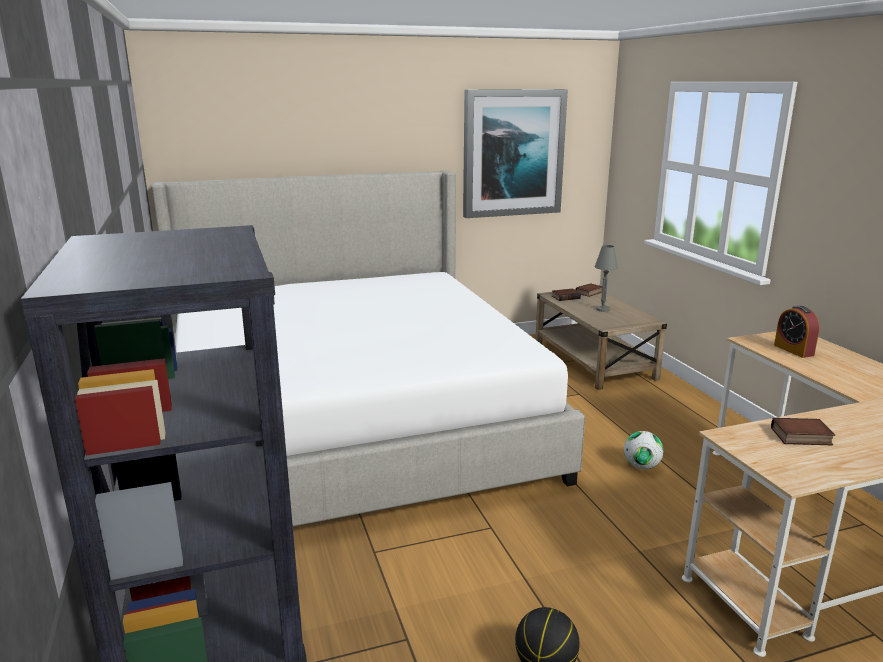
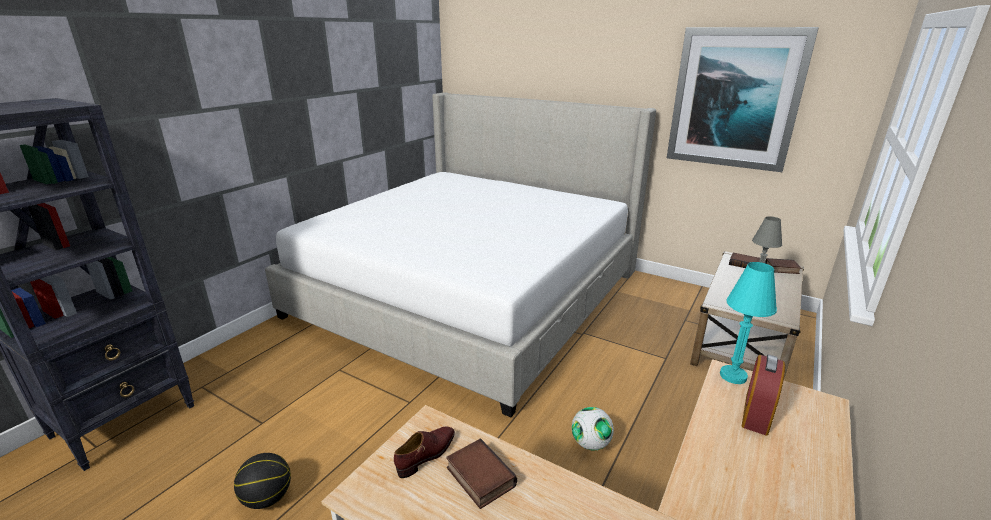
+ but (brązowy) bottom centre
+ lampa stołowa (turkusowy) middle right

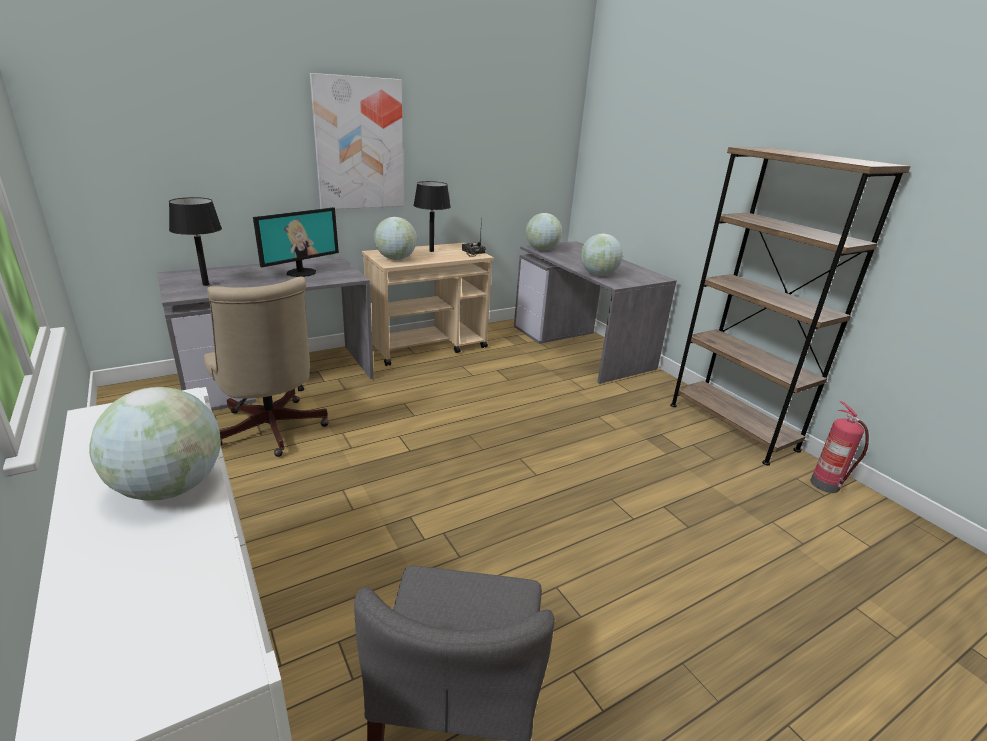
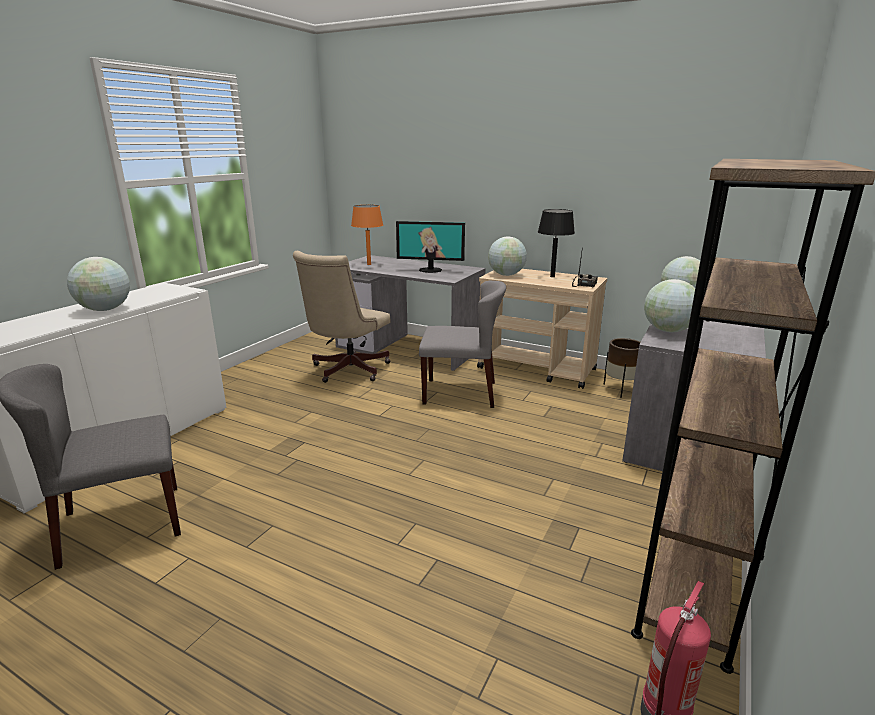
~ lampa stołowa (czarny) (no. 1 from left) top left to lampa stołowa (pomarańczowy) top centre
+ krzesło (szary) (no. 2 from left) centre
+ donica (brązowy) middle right
- obraz top centre

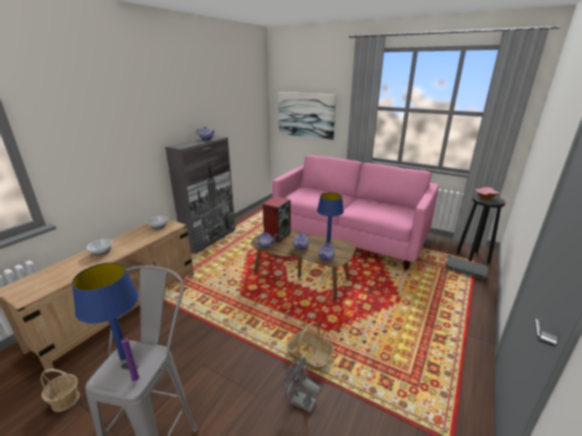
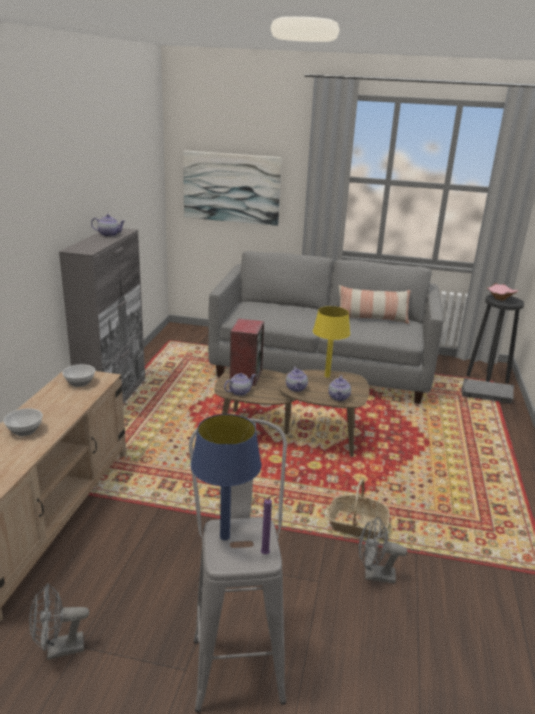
~ koszyk (no. 1 from left) bottom left to wentylator (szary) (no. 1 from left) bottom left
~ kanapa (różowy) centre to kanapa (szary) centre
~ lampa stołowa (niebieski) (no. 2 from left) centre to lampa stołowa (żółty) centre
+ poduszka middle right

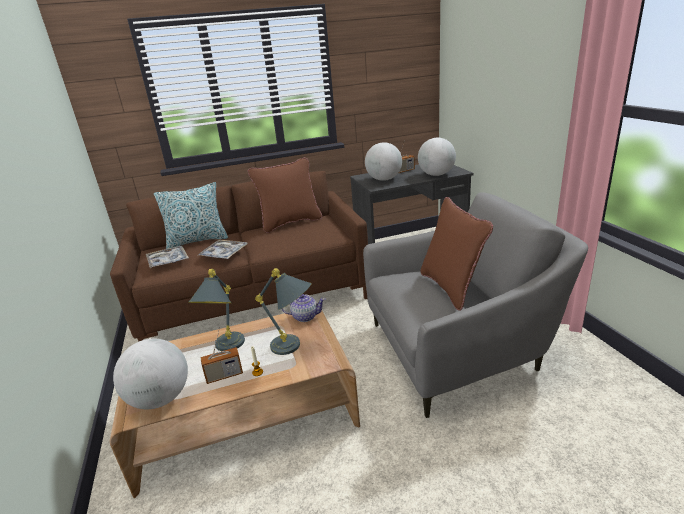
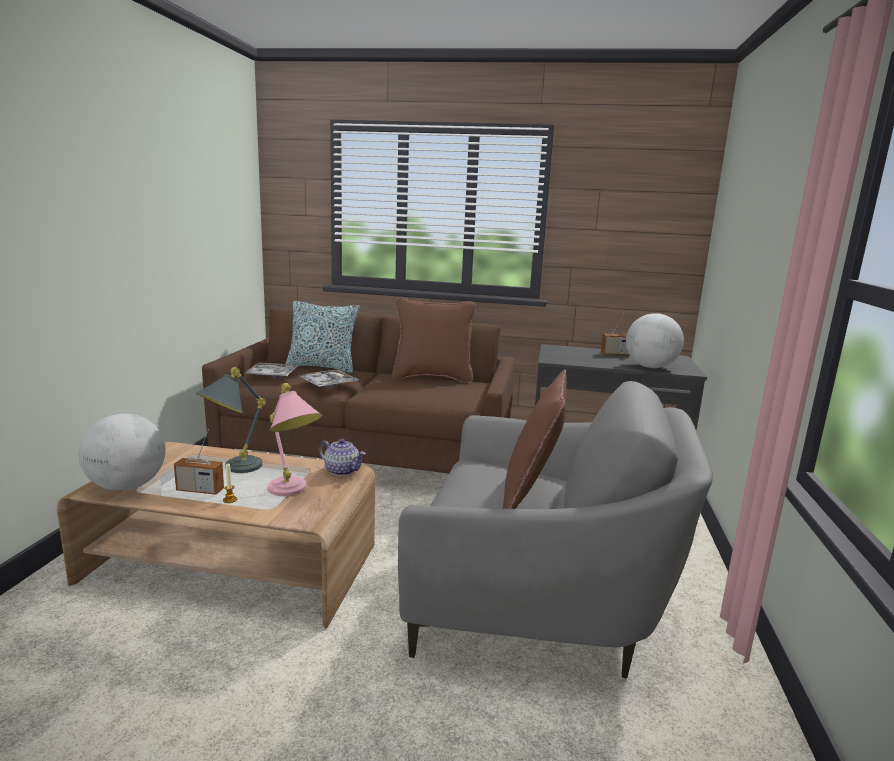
~ lampa stołowa (szary) (no. 2 from left) centre to lampa stołowa (różowy) middle left
- globus (no. 2 from left) top centre

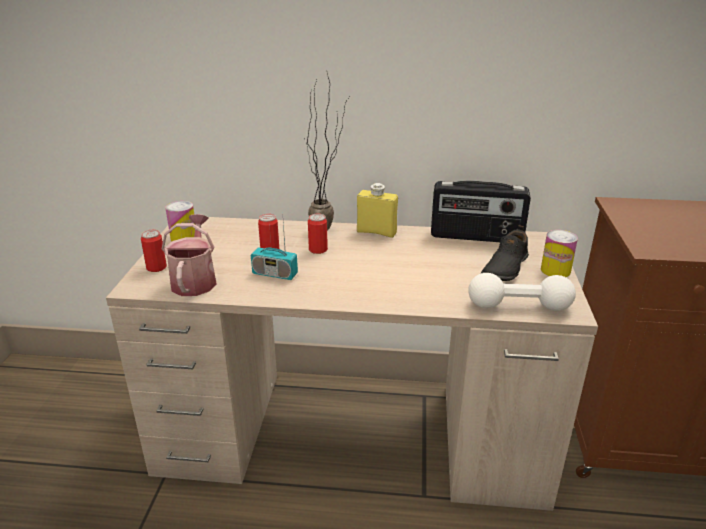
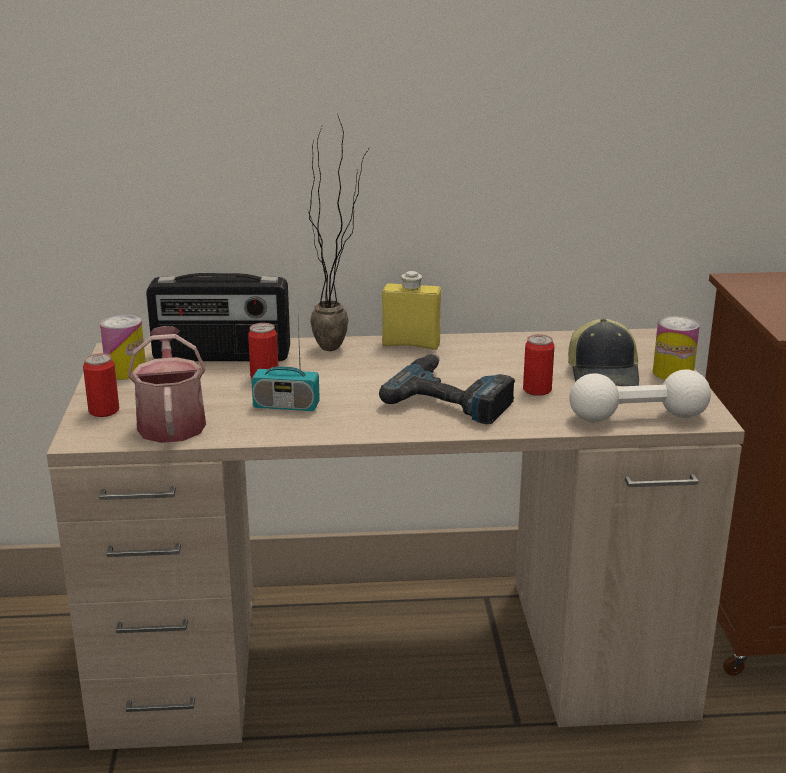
~ radio (no. 2 from left in the first image) middle right to radio (no. 1 from left) middle left
+ wiertarka centre
~ puszka (no. 4 from left) centre to middle right
~ but (czarny) middle right to czapka z daszkiem middle right

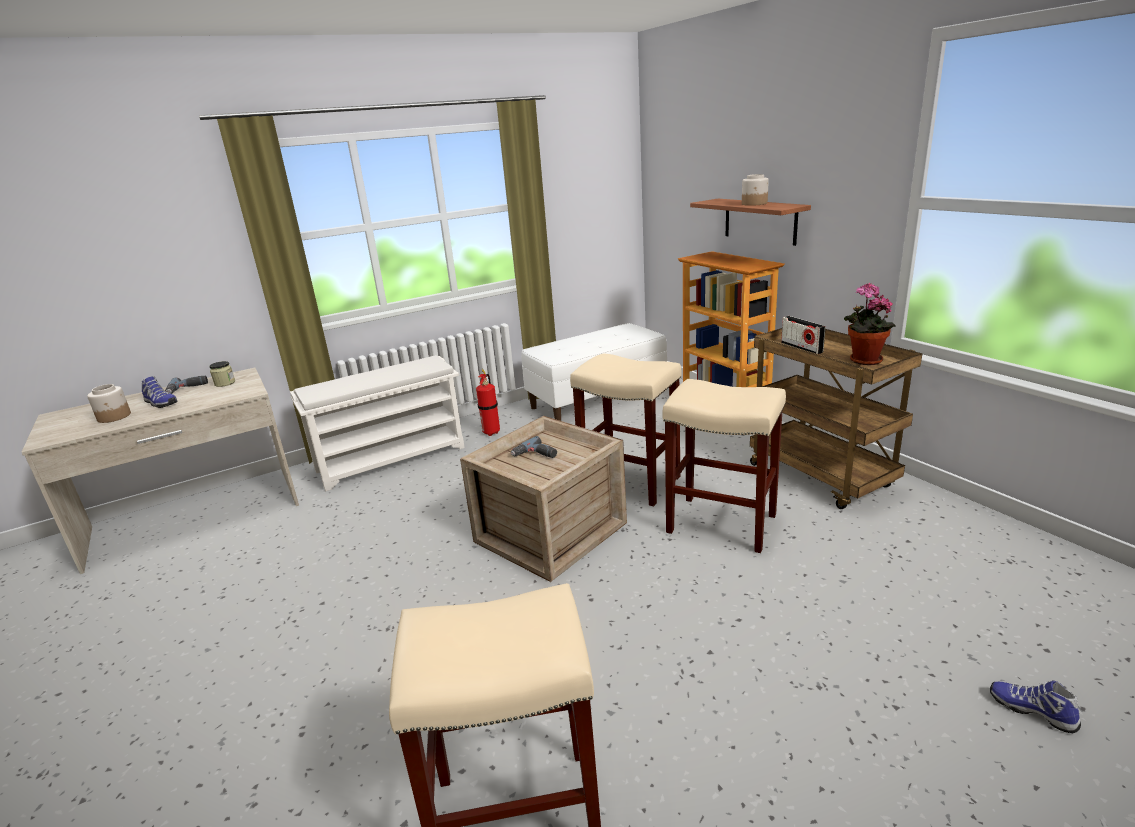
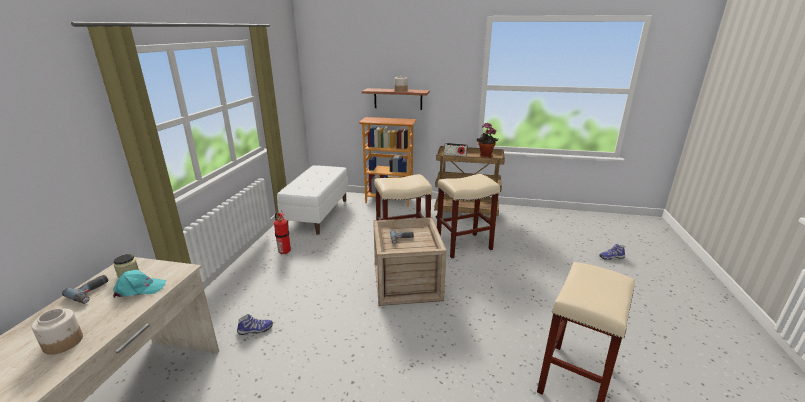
+ czapka z daszkiem (turkusowy) bottom left
~ but (no. 1 from left) middle left to bottom left
- regał na buty (biały) middle left

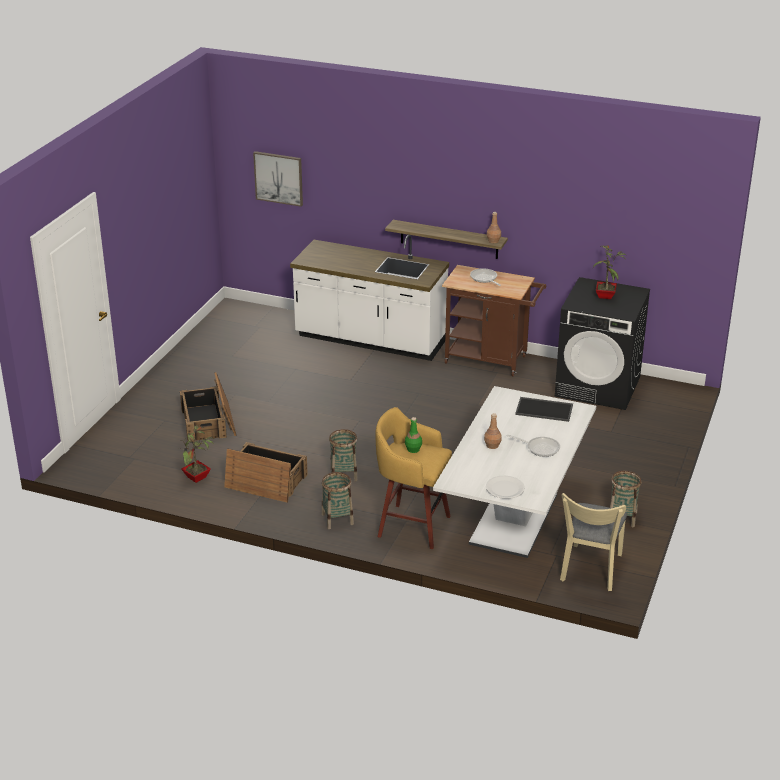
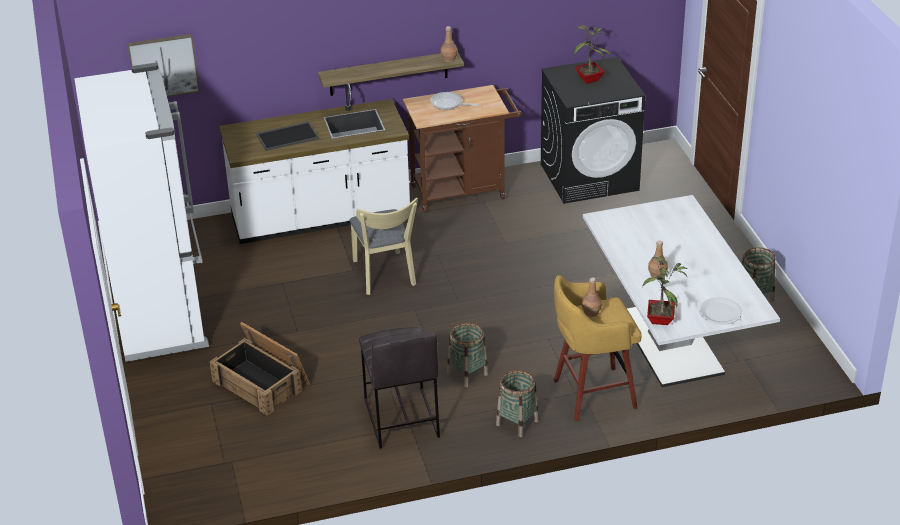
+ lodówka (biały) middle left
~ taca middle right to top left
~ krzesło (beżowy) bottom right to centre
~ skrzynka (no. 2 from left) centre to stołek (szary) bottom centre
~ butelka (zielony) centre to butelka (brązowy) (no. 2 from left) centre
~ roślina doniczkowa (no. 1 from left in the first image) middle left to roślina doniczkowa (no. 2 from left) middle right
- patelnia (no. 2 from left) middle right

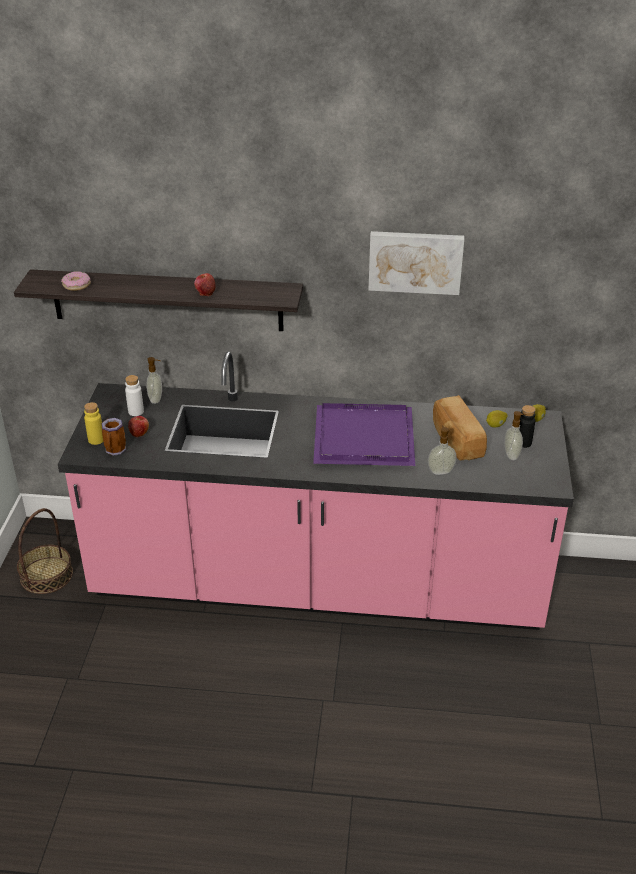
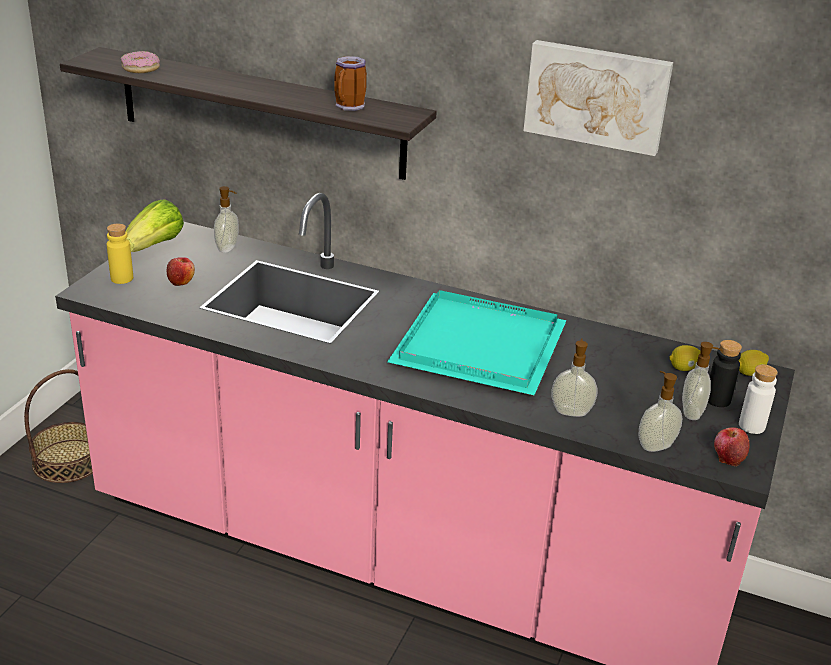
+ sałata middle left
~ kubek middle left to top centre
~ taca (fioletowy) centre to taca (turkusowy) centre
+ dozownik mydła (no. 3 from left) middle right
~ jabłko (no. 2 from left) top left to bottom right
~ butelka (biały) middle left to middle right
- chleb middle right

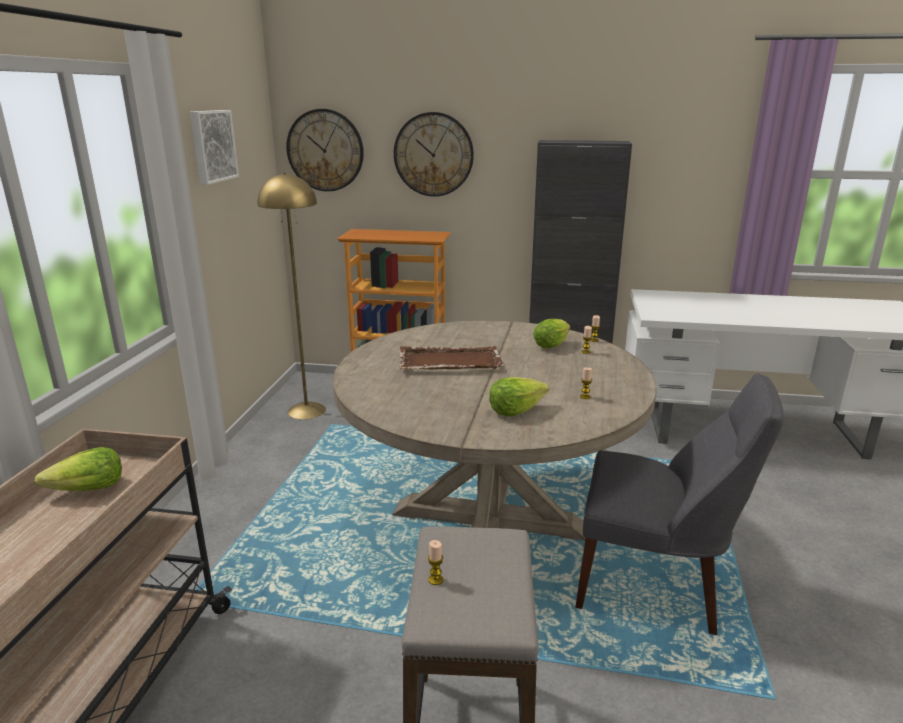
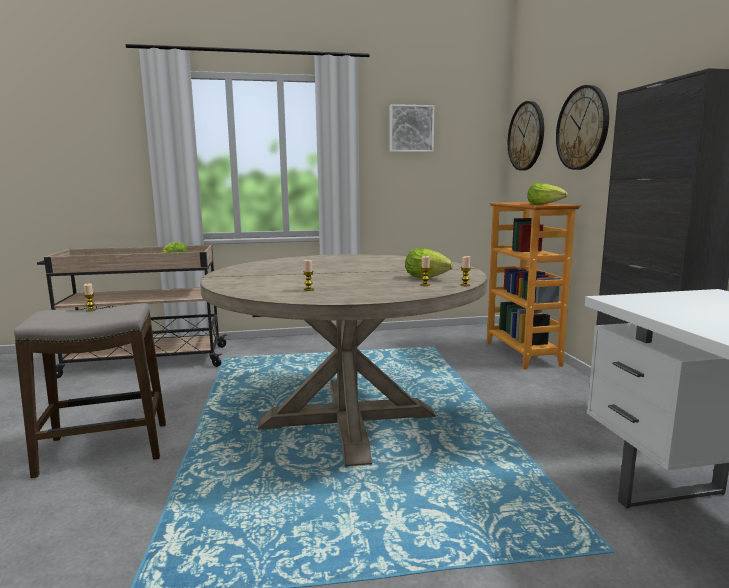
~ sałata (no. 2 from left in the first image) centre to sałata (no. 3 from left) top right
- lampa stojąca (żółty) middle left
- taca (brązowy) centre
- krzesło (szary) bottom right

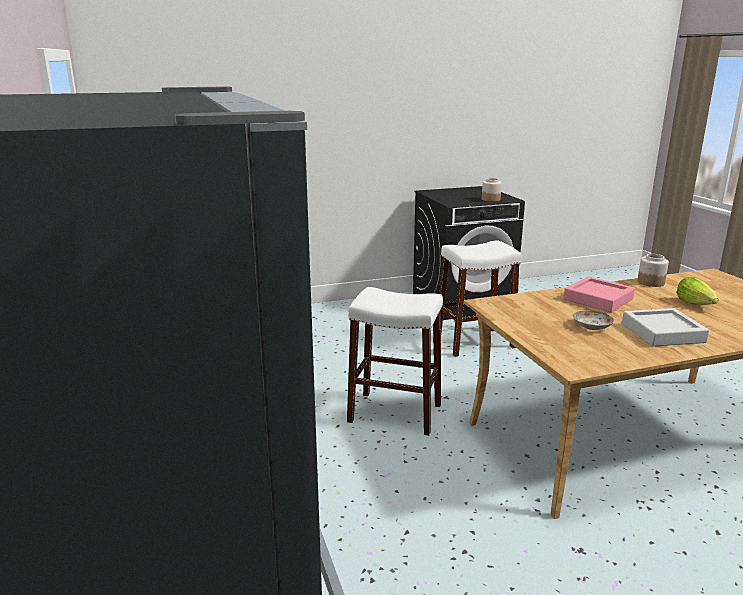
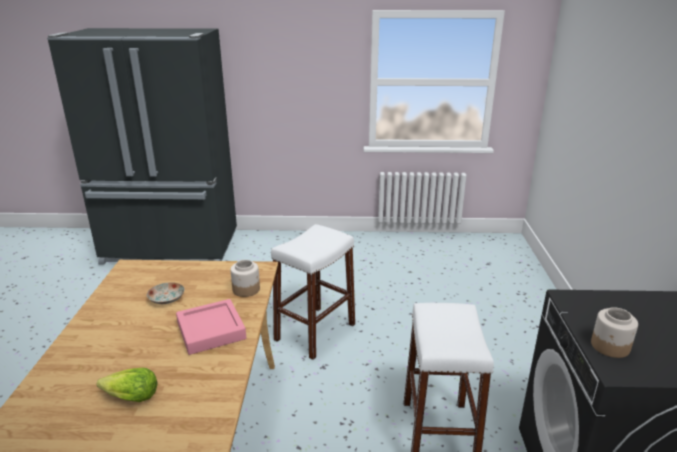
~ słoik (no. 2 from left in the first image) middle right to słoik (no. 1 from left) centre
- taca (szary) middle right

